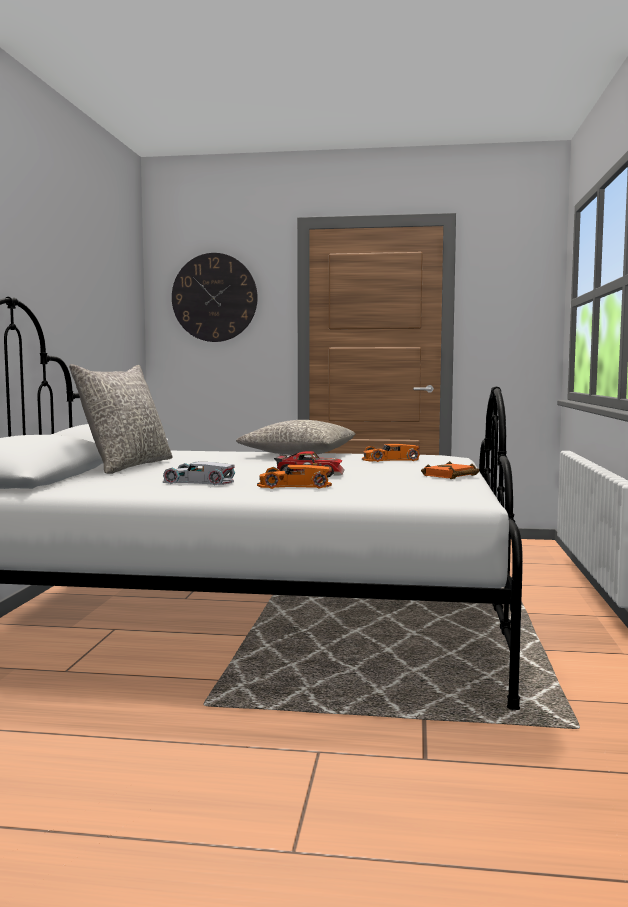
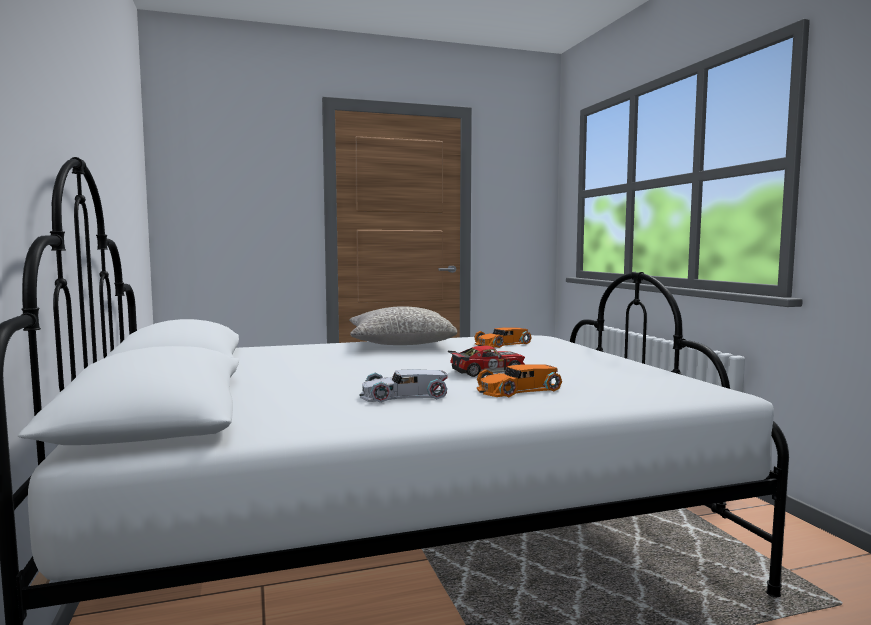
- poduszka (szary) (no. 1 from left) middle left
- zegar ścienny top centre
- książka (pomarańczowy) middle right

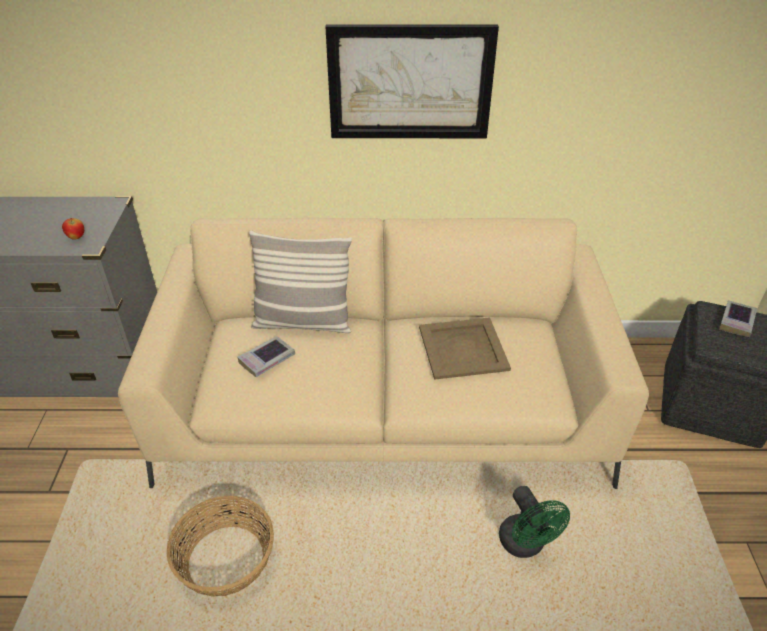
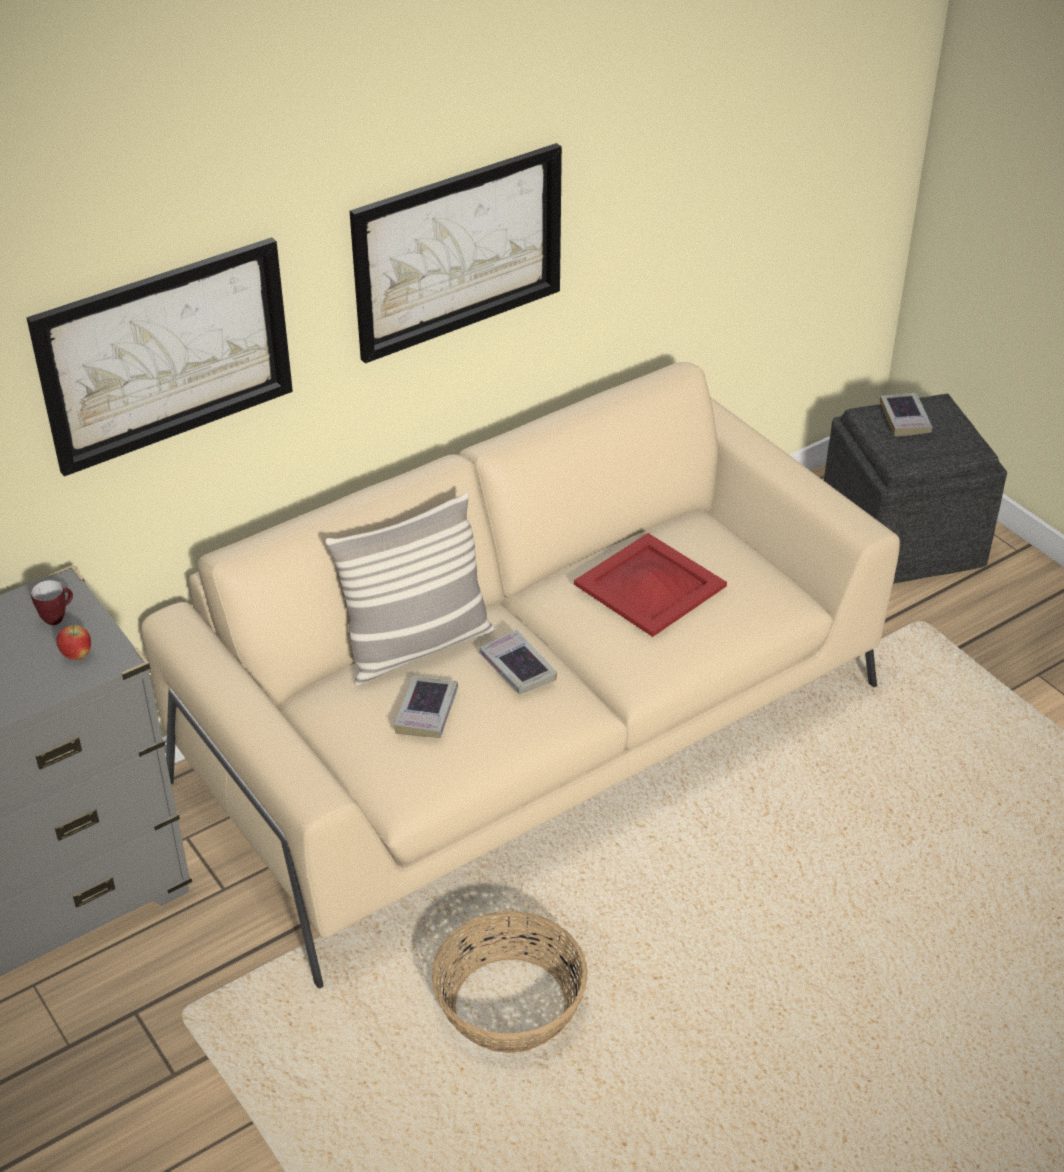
+ obraz (no. 1 from left) top left
+ kubek middle left
+ książka (no. 2 from left) centre
~ taca (beżowy) centre to taca (czerwony) centre
- wentylator (zielony) bottom right

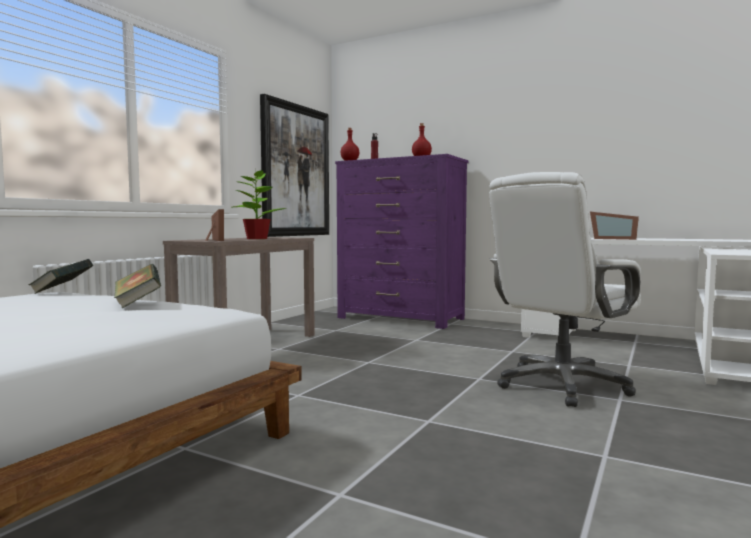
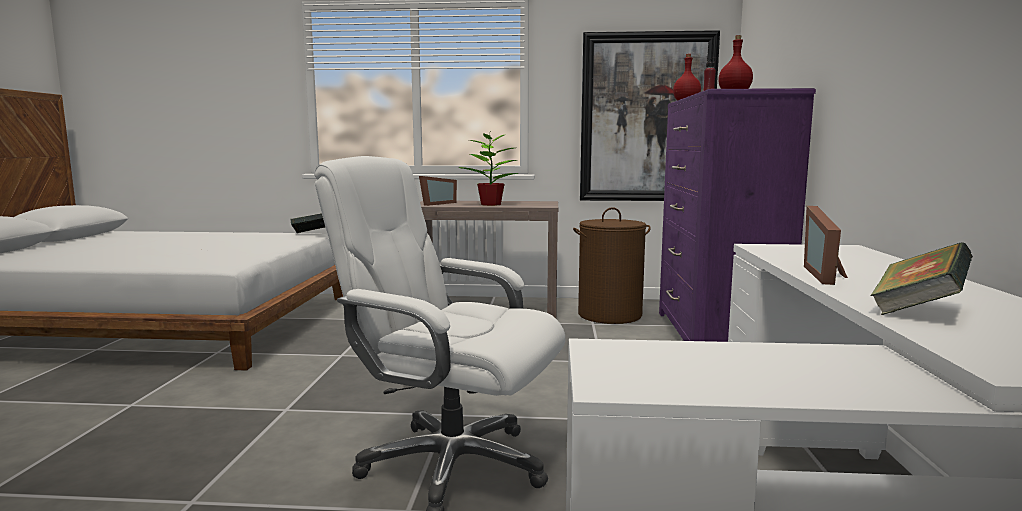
+ kosz na pranie (brązowy) centre
~ książka (no. 2 from left) middle left to middle right

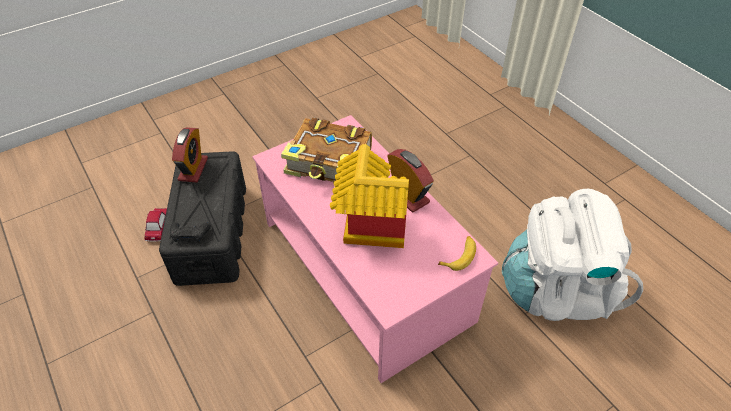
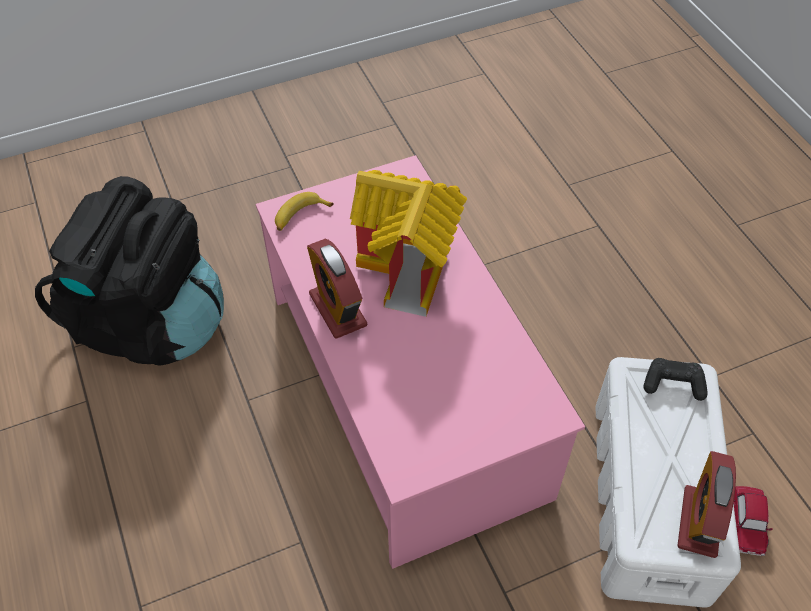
~ plecak (biały) middle right to plecak (czarny) middle left
~ pojemnik do przechowywania (czarny) middle left to pojemnik do przechowywania (biały) bottom right
- książka centre

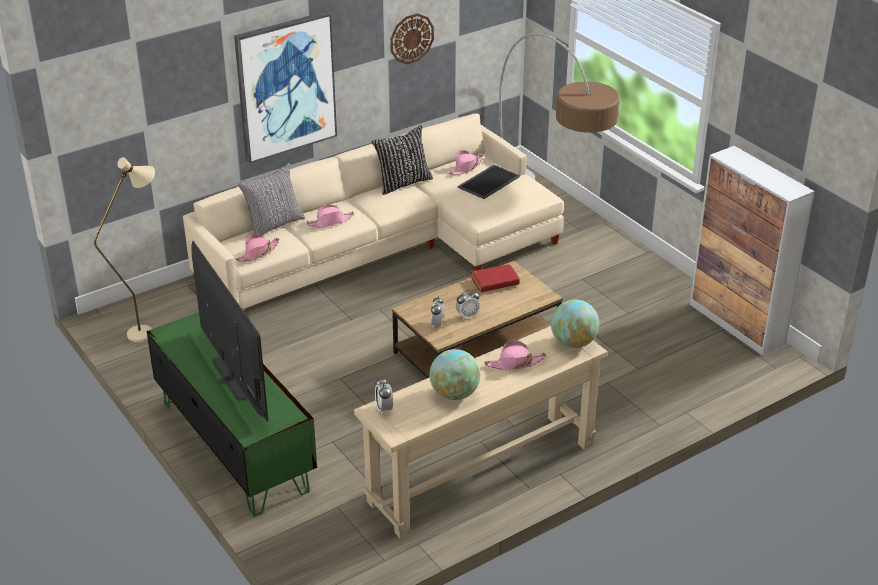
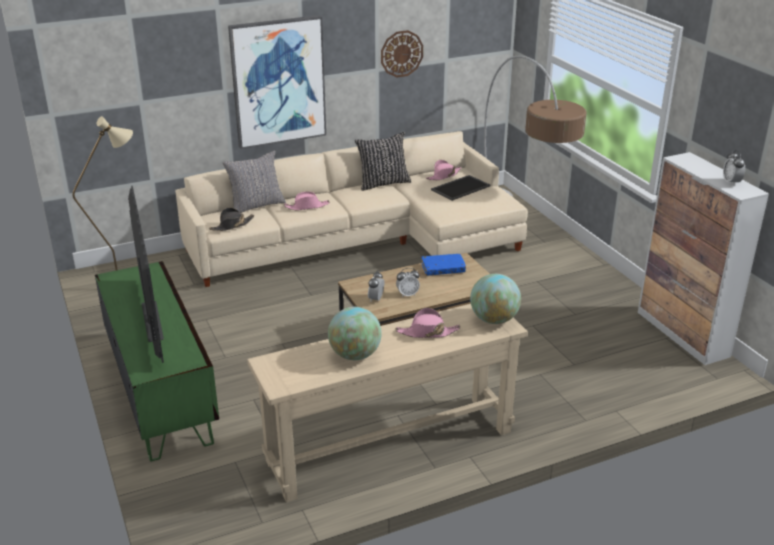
~ kapelusz (różowy) (no. 1 from left) middle left to kapelusz (czarny) middle left
~ książka (czerwony) centre to książka (niebieski) centre
~ budzik (no. 1 from left in the first image) bottom centre to budzik (no. 3 from left) top right

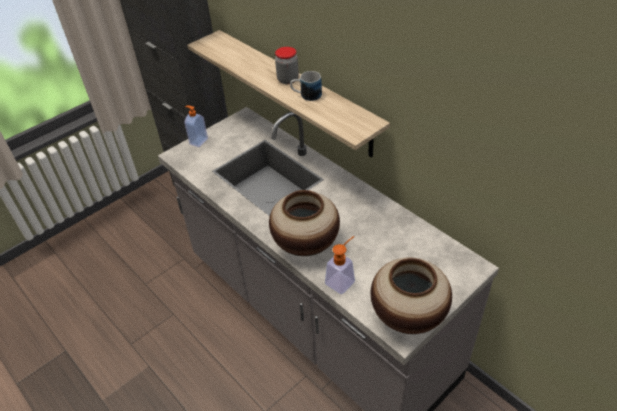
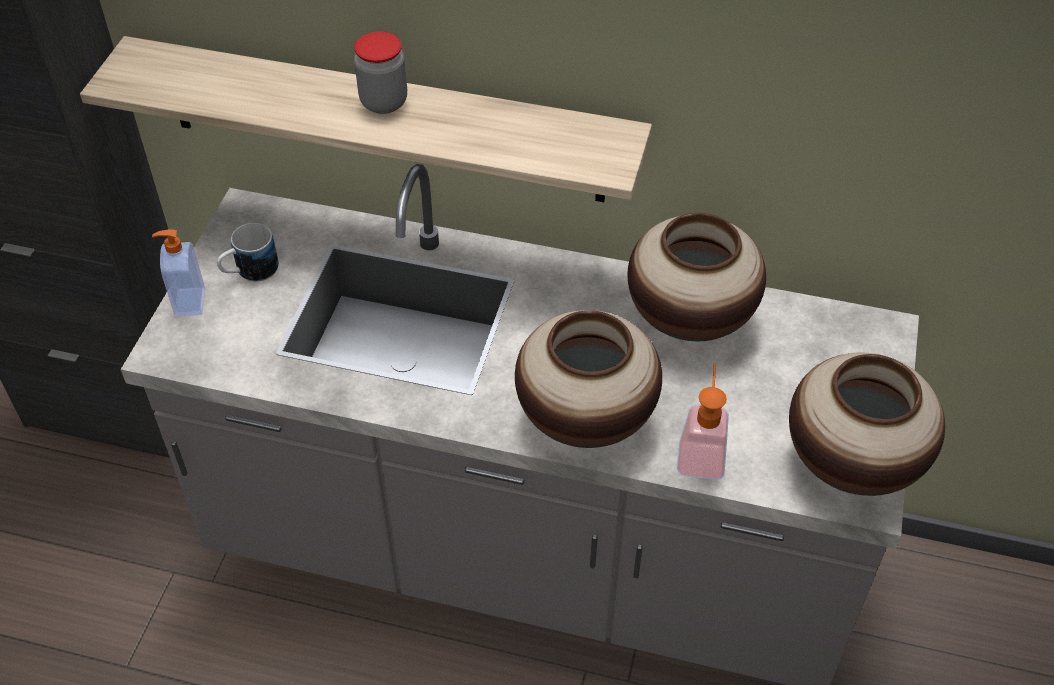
~ kubek top centre to middle left
+ wazon (no. 2 from left) centre

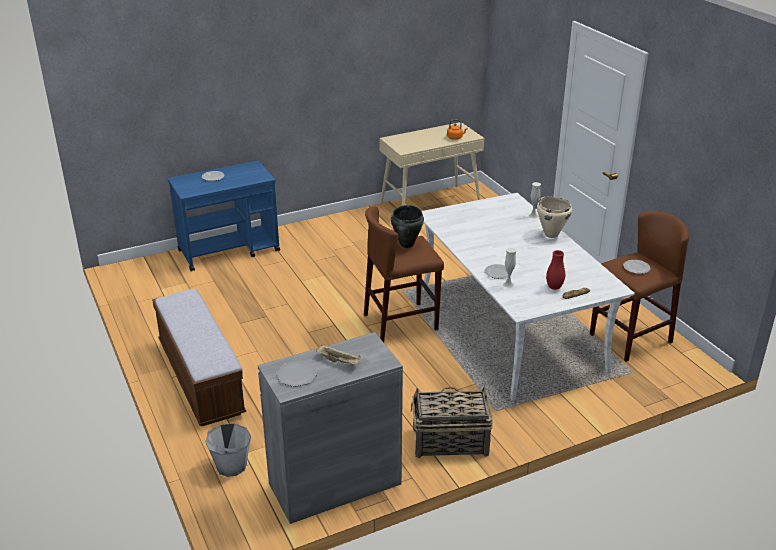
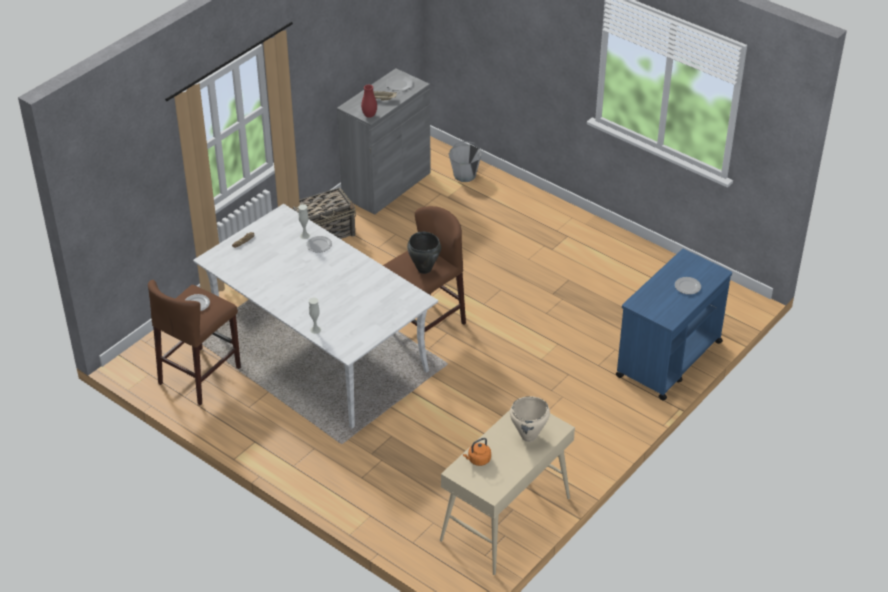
~ wazon (czerwony) middle right to top centre
~ garnek (beżowy) middle right to bottom centre
- ławka middle left

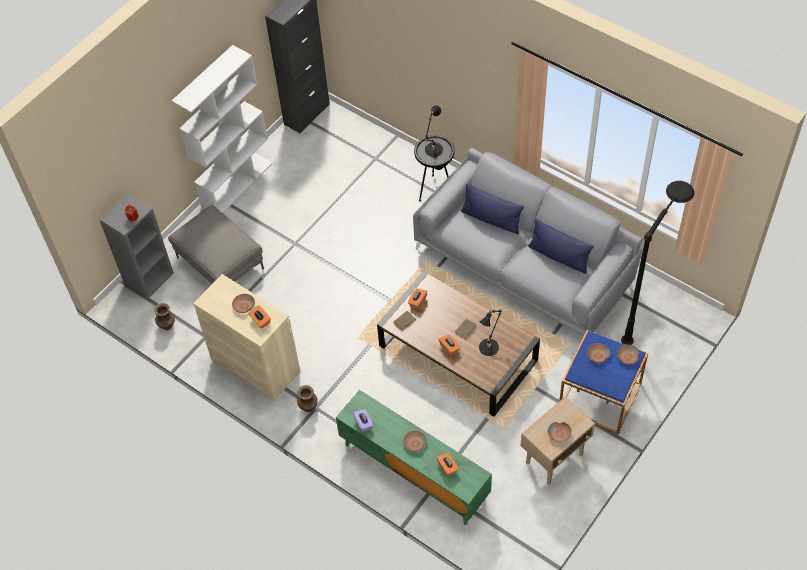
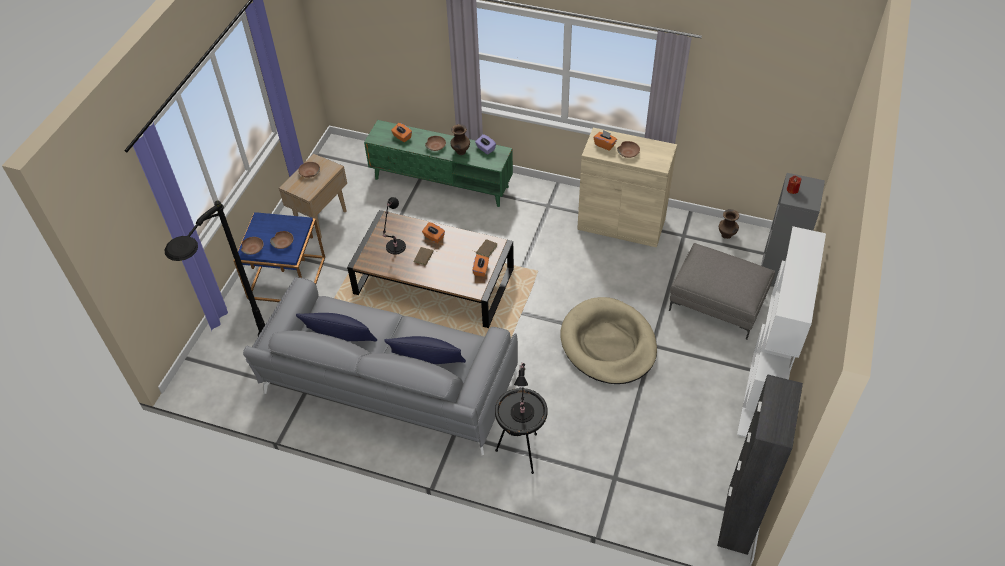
~ wazon (brązowy) (no. 2 from left in the first image) bottom centre to wazon (brązowy) (no. 1 from left) top centre
+ legowisko (beżowy) centre

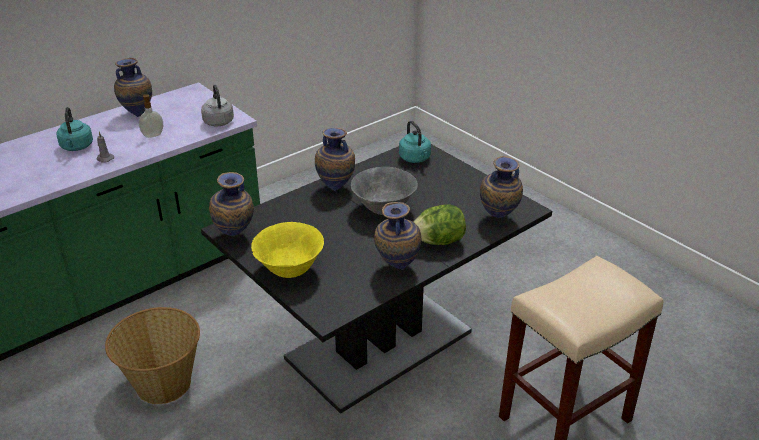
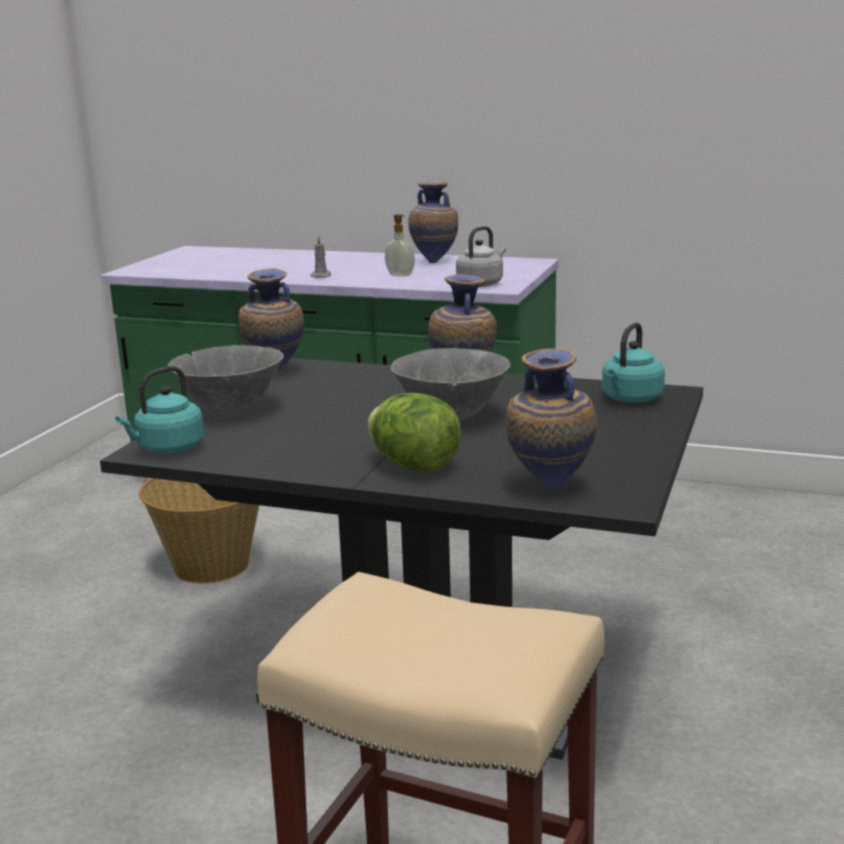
~ czajnik (turkusowy) (no. 1 from left) top left to middle left
~ miska (żółty) centre to miska (szary) (no. 1 from left) middle left
- wazon (no. 4 from left) centre

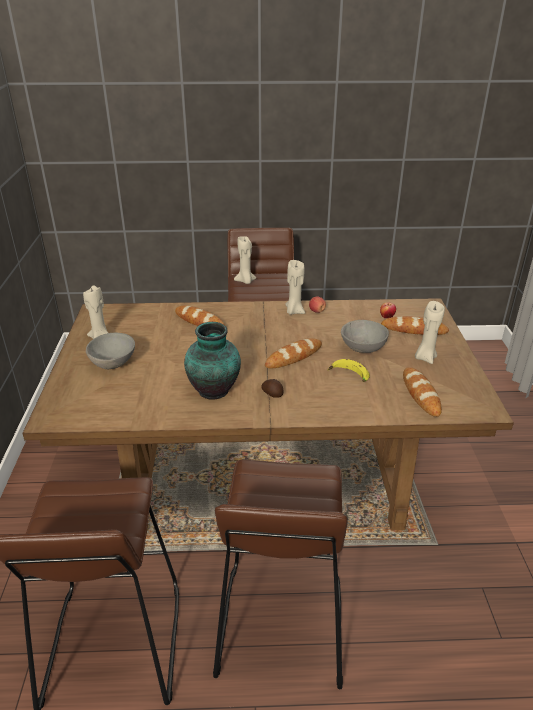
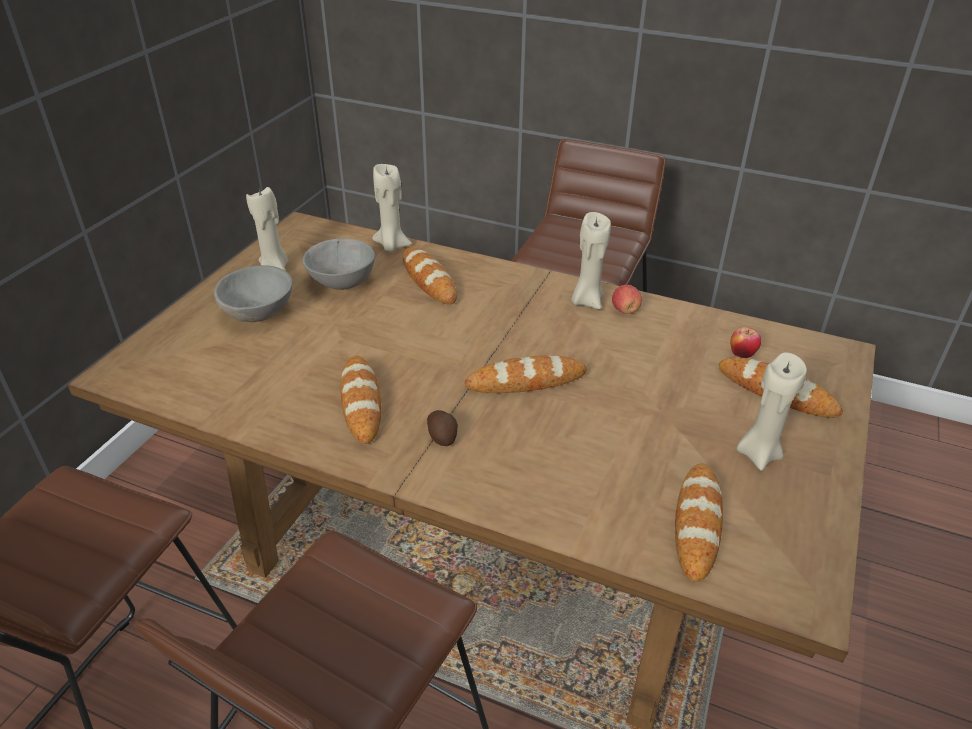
~ miska (szary) (no. 2 from left) middle right to centre
~ wazon centre to chleb (no. 1 from left) centre
~ świeca (beżowy) (no. 2 from left) centre to top centre
- banan centre

